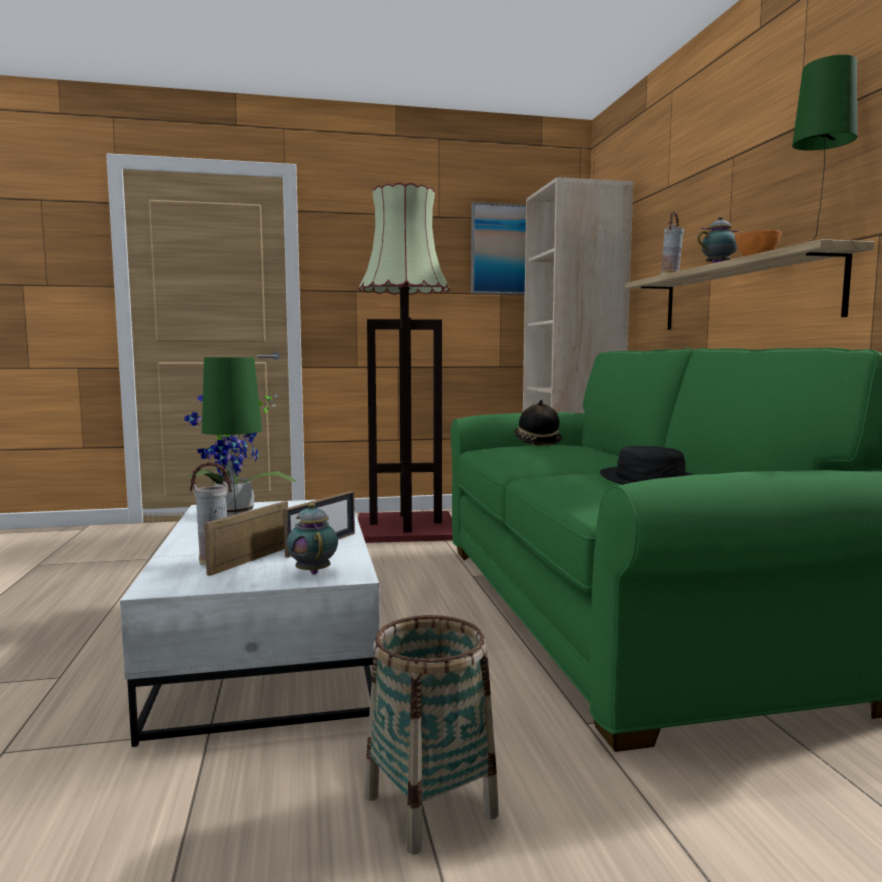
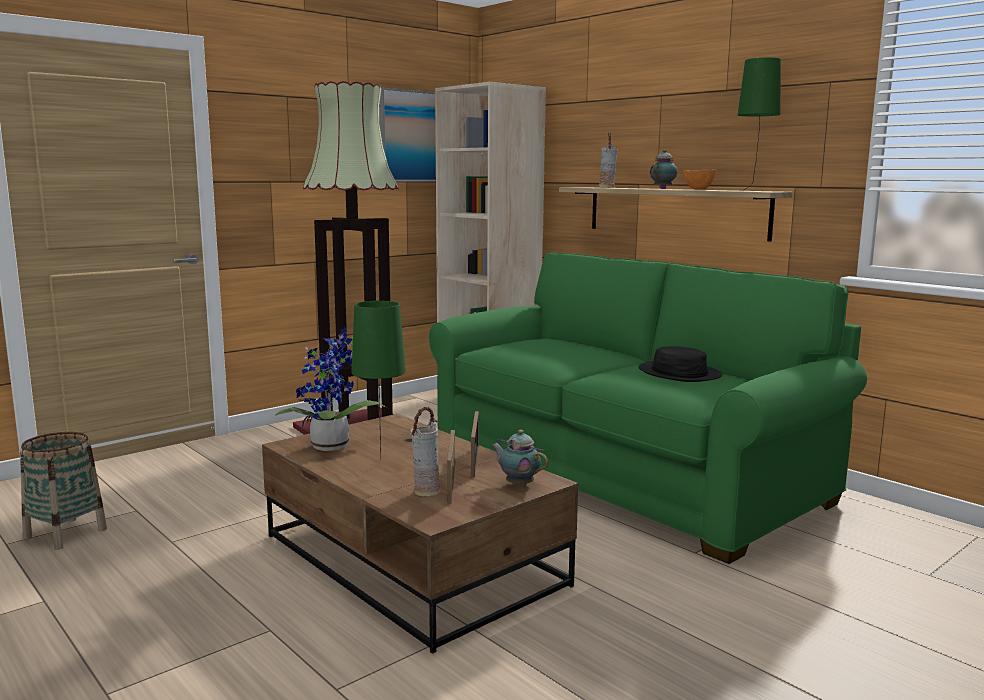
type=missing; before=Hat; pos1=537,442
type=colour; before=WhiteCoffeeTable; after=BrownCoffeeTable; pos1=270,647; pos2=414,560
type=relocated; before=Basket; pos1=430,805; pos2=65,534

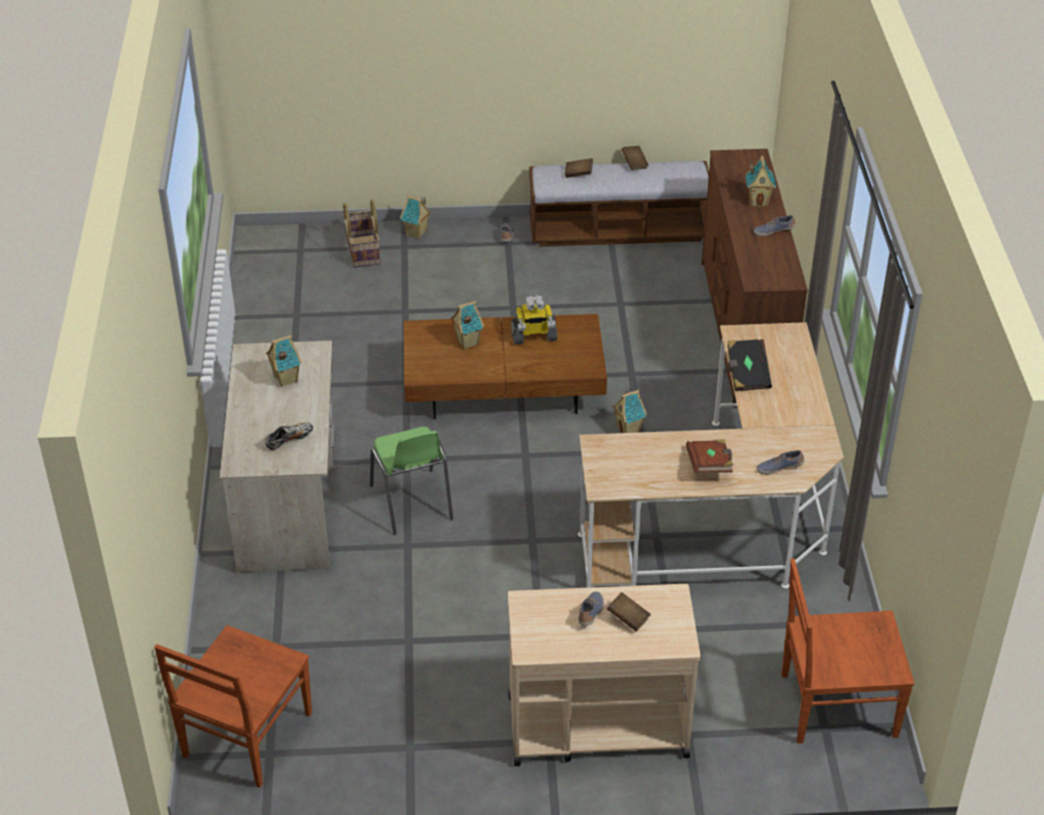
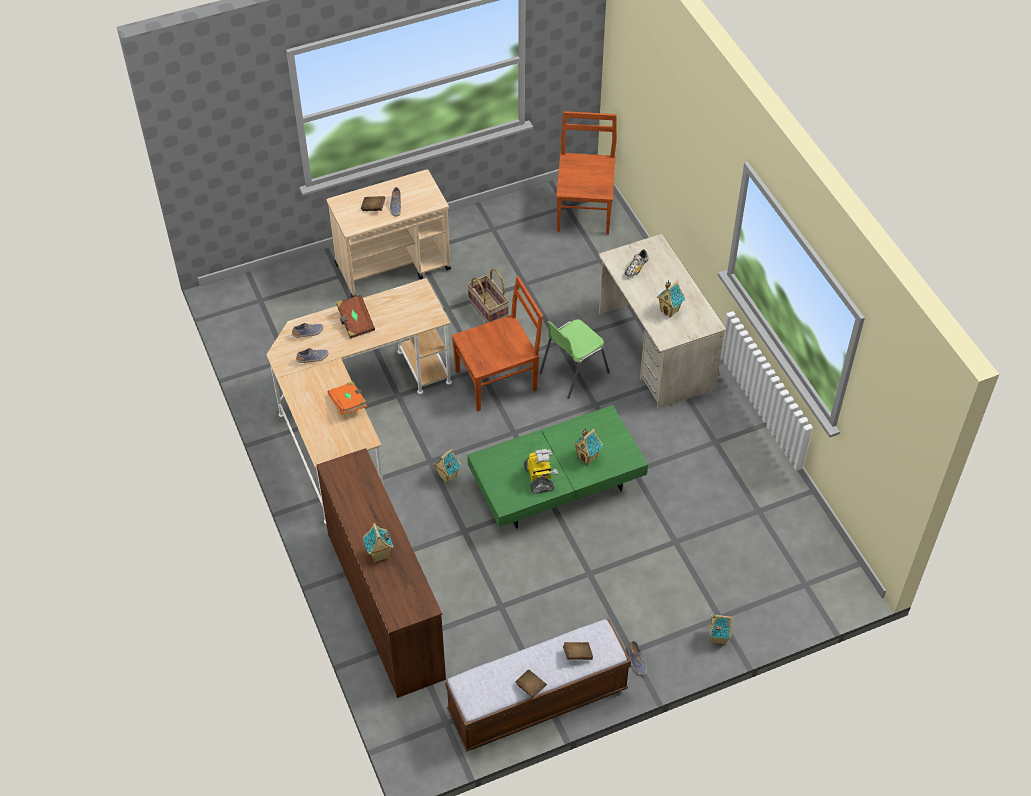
type=relocated; before=Basket; pos1=362,251; pos2=489,308
type=relocated; before=Shoe; pos1=774,231; pos2=312,359
type=spun; before=ToyRobot; pos1=533,336; pos2=539,478; turn=105
type=colour; before=BrownCoffeeTable; after=GreenCoffeeTable; pos1=504,389; pos2=556,486
type=colour; before=BlackBook; after=OrangeBook; pos1=747,374; pos2=349,403
type=spun; before=GreenChair; pos1=412,503; pos2=573,372; turn=-90
type=relocated; before=BrownChair; pos1=835,705; pos2=498,380

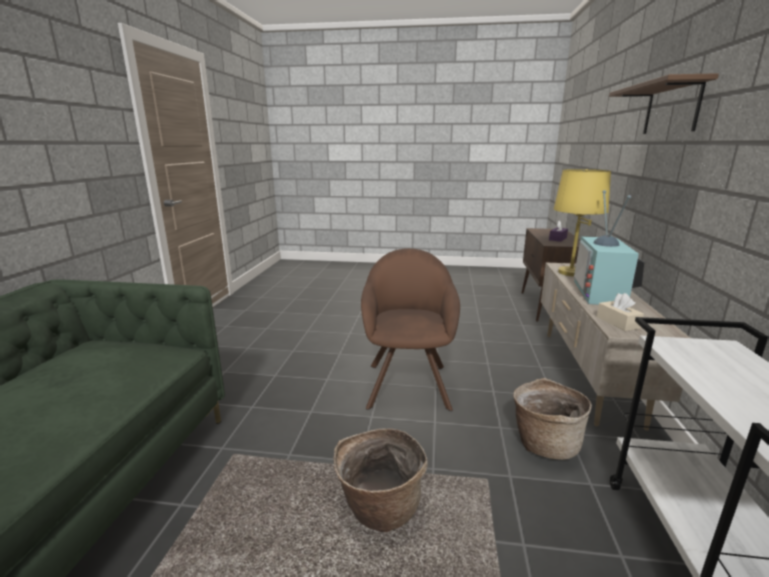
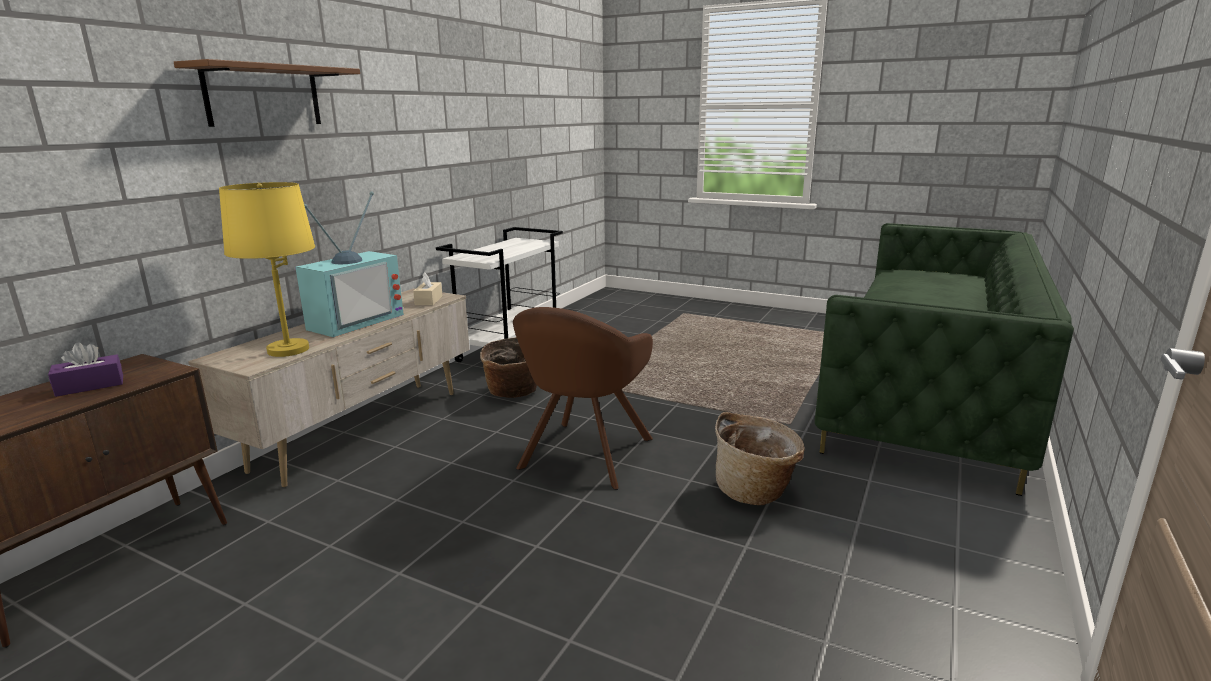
type=relocated; before=Basket; pos1=379,508; pos2=755,491

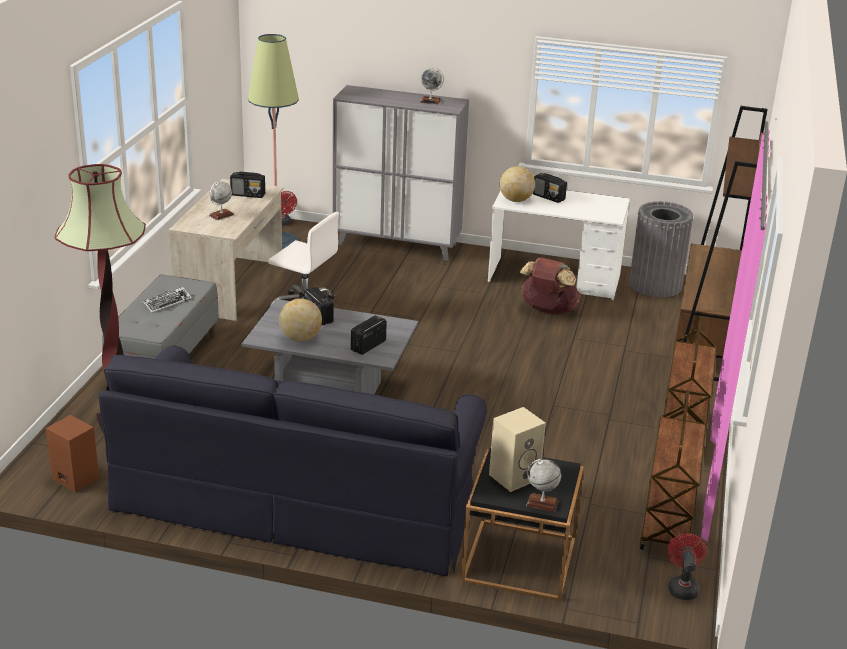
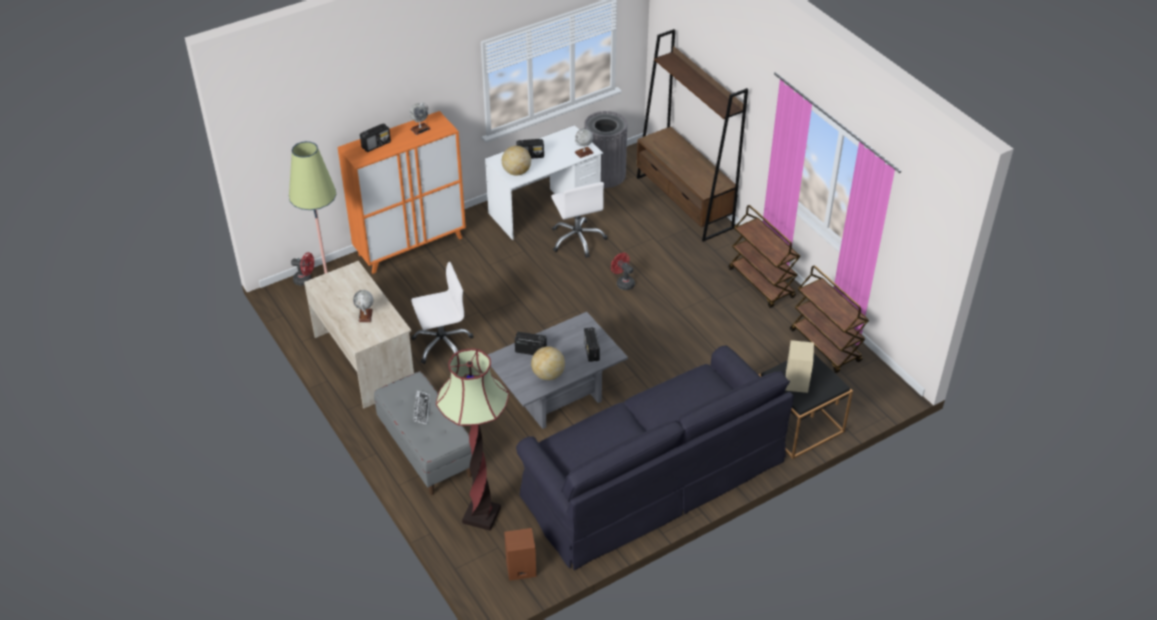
type=colour; before=GreyCabinet; after=OrangeCabinet; pos1=397,244; pos2=410,246
type=relocated; before=Radio; pos1=248,195; pos2=376,145
type=exchanged; before=BrownBackpack; after=WhiteOfficeChair; pos1=548,310; pos2=577,239
type=relocated; before=Globe; pos1=542,503; pos2=584,152
type=relocated; before=RedFan; pos1=682,586; pos2=623,283

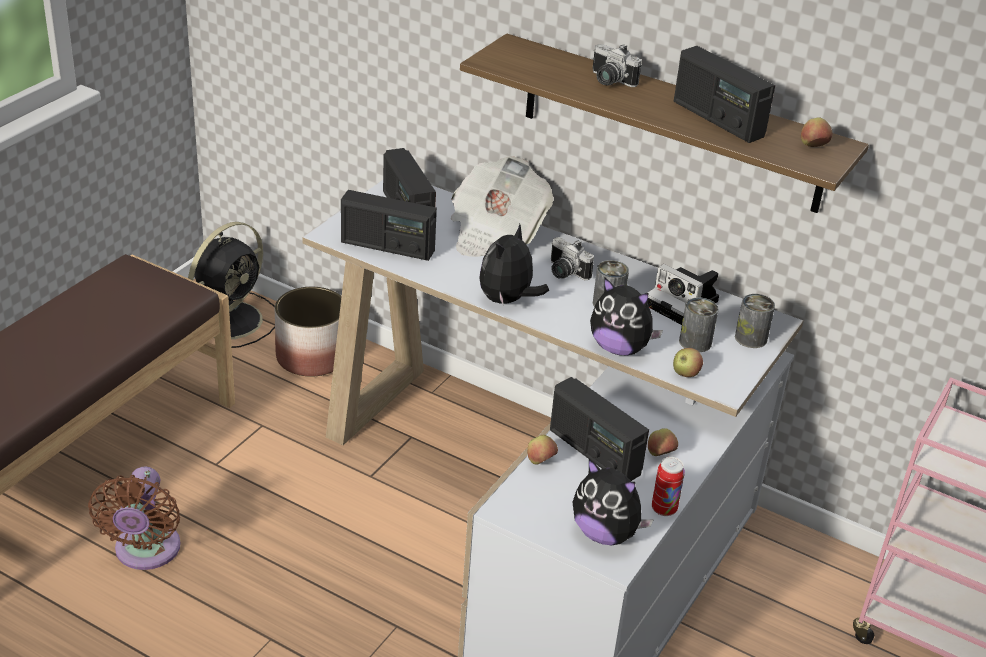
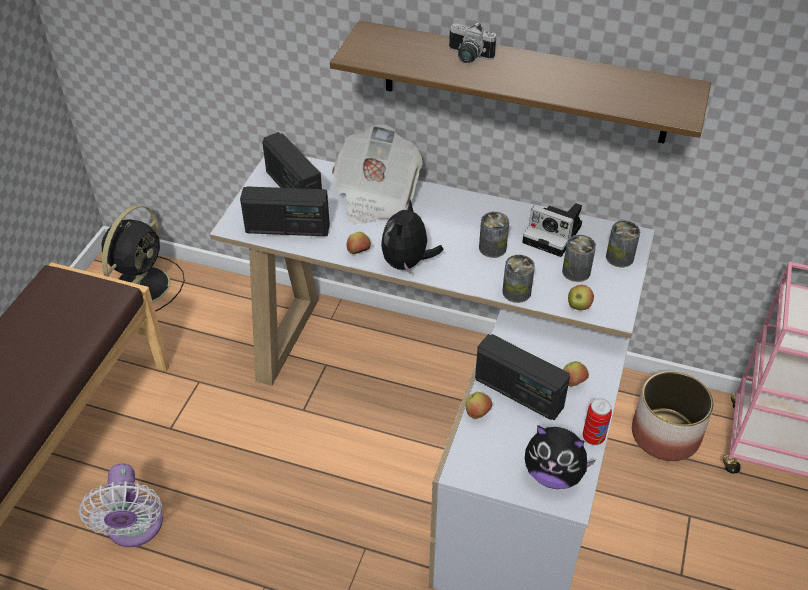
type=missing; before=Radio; pos1=717,119
type=relocated; before=Apple; pos1=813,147; pos2=358,252
type=missing; before=PhotoCamera; pos1=564,273
type=exchanged; before=PlushToy; after=Can; pos1=619,348; pos2=516,292
type=relocated; before=Planter; pos1=312,357; pos2=665,434
type=colour; before=BrownFan; after=WhiteFan; pos1=145,552; pos2=134,528

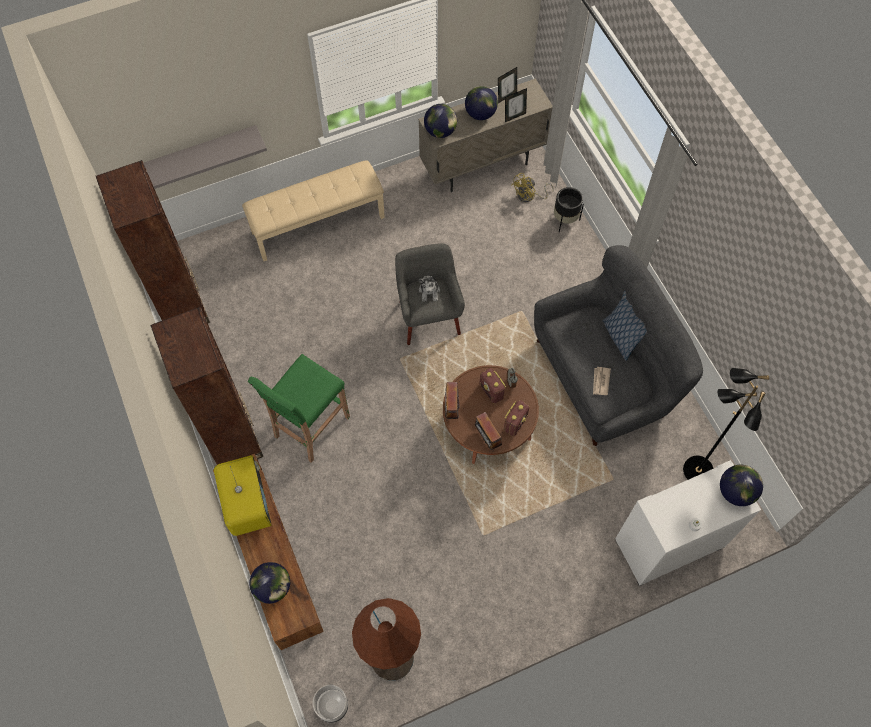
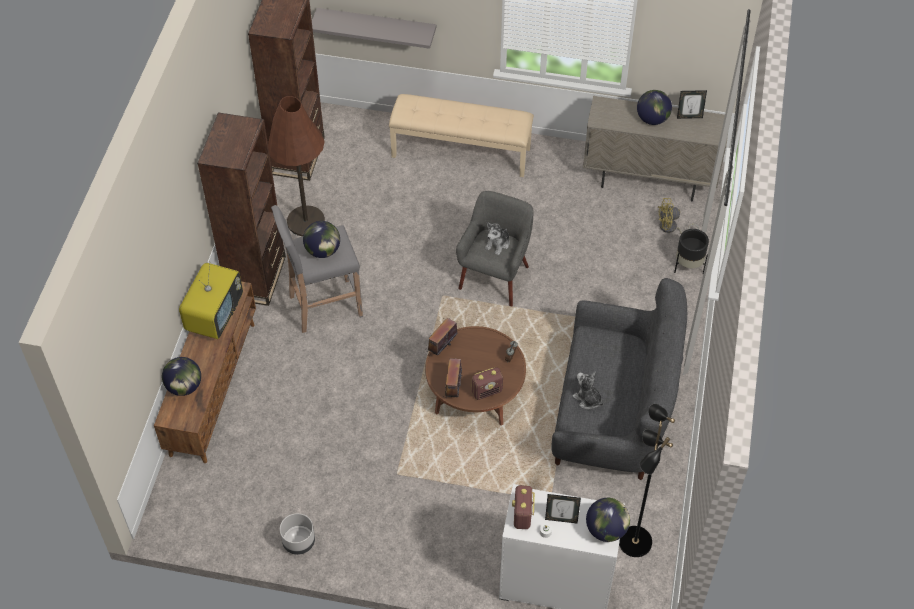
type=relocated; before=PictureFrame; pos1=514,116; pos2=561,519
type=relocated; before=Globe; pos1=440,131; pos2=323,251
type=missing; before=Pillow; pos1=620,337
type=colour; before=GreenStool; after=GreyStool; pos1=310,428; pos2=324,306
type=exchanged; before=Newspaper; after=PlushToy; pos1=600,382; pos2=587,399
type=relocated; before=Radio; pos1=491,391; pos2=522,515
type=relocated; before=BrownFloorLamp; pos1=392,658; pos2=306,221
type=relocated; before=GreyPlanter; pos1=332,706; pos2=298,542

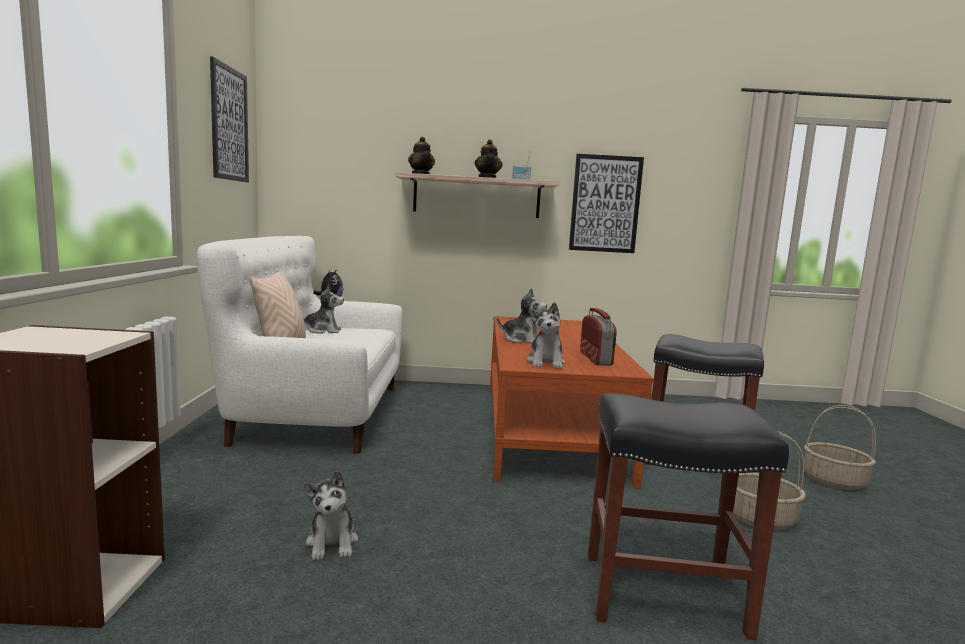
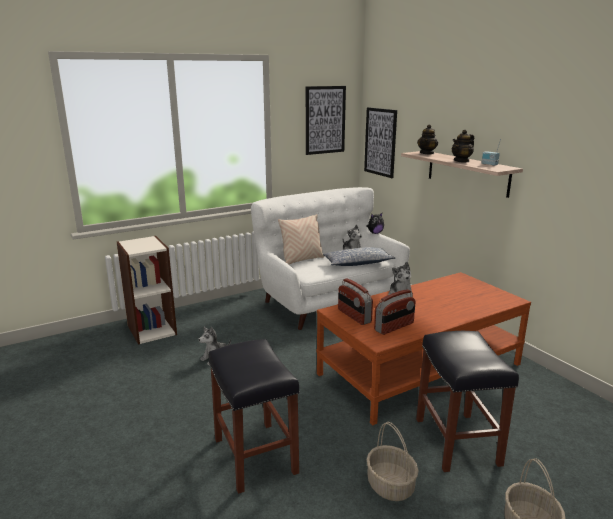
type=relocated; before=Picture; pos1=605,204; pos2=380,142
type=exchanged; before=PlushToy; after=Radio; pos1=545,362; pos2=354,316
type=appeared; after=Pillow; pos2=357,263

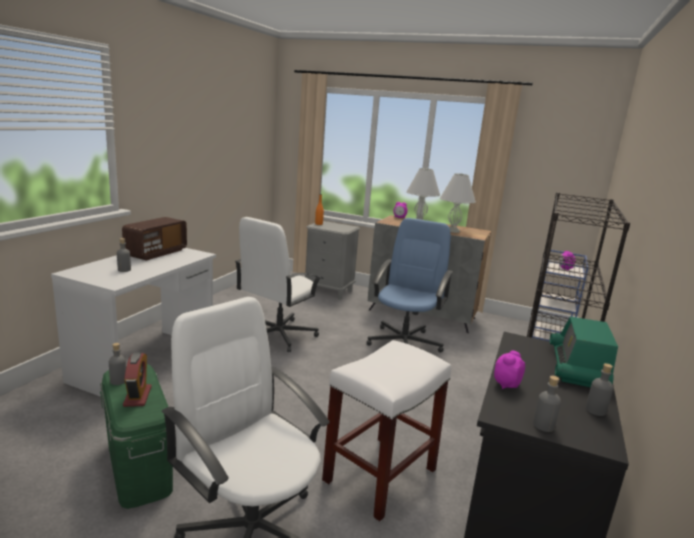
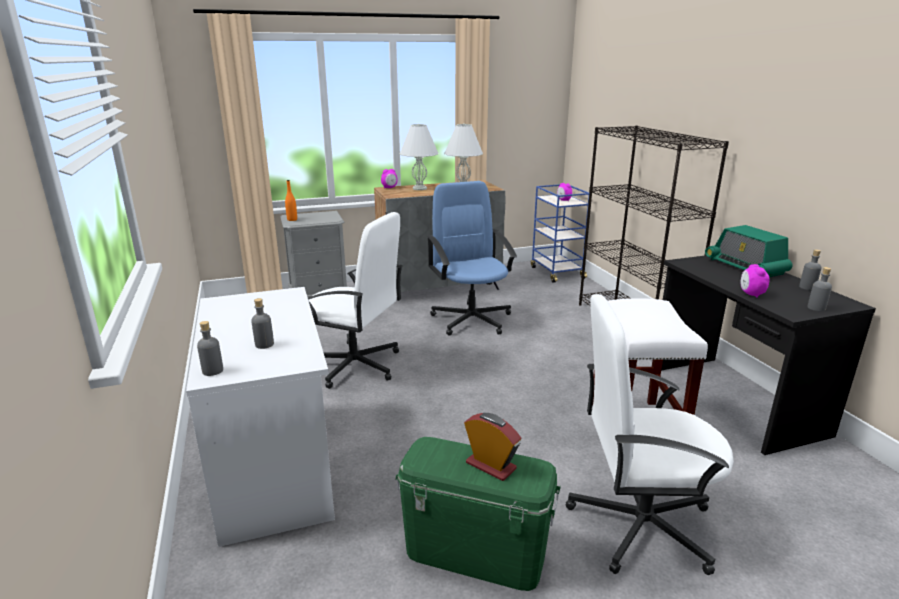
type=missing; before=Radio; pos1=156,253
type=spun; before=WhiteOfficeChair; pos1=277,335; pos2=355,365; turn=-60
type=relocated; before=GreyBottle; pos1=118,381; pos2=212,371

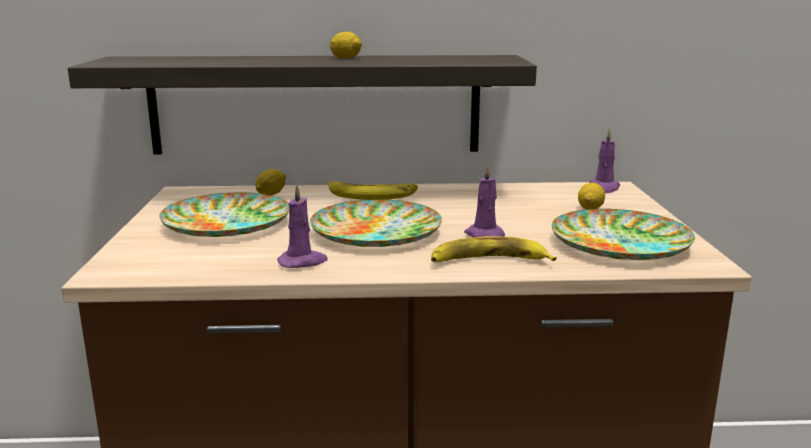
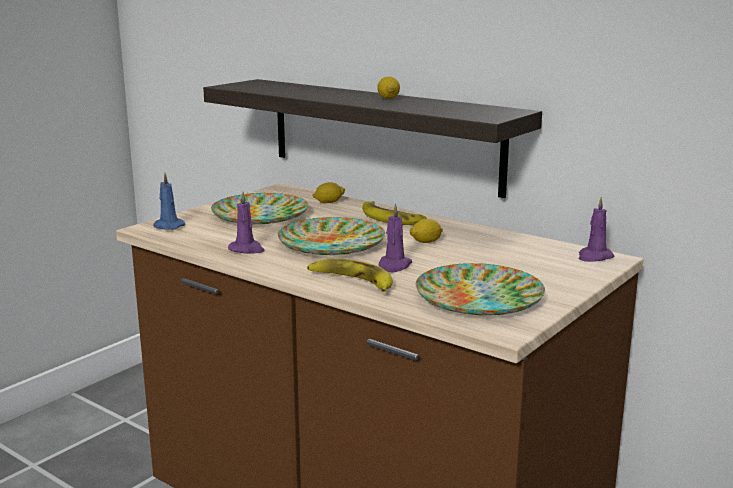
type=relocated; before=Lemon; pos1=590,208; pos2=426,242
type=appeared; after=BlueCandle; pos2=167,226

